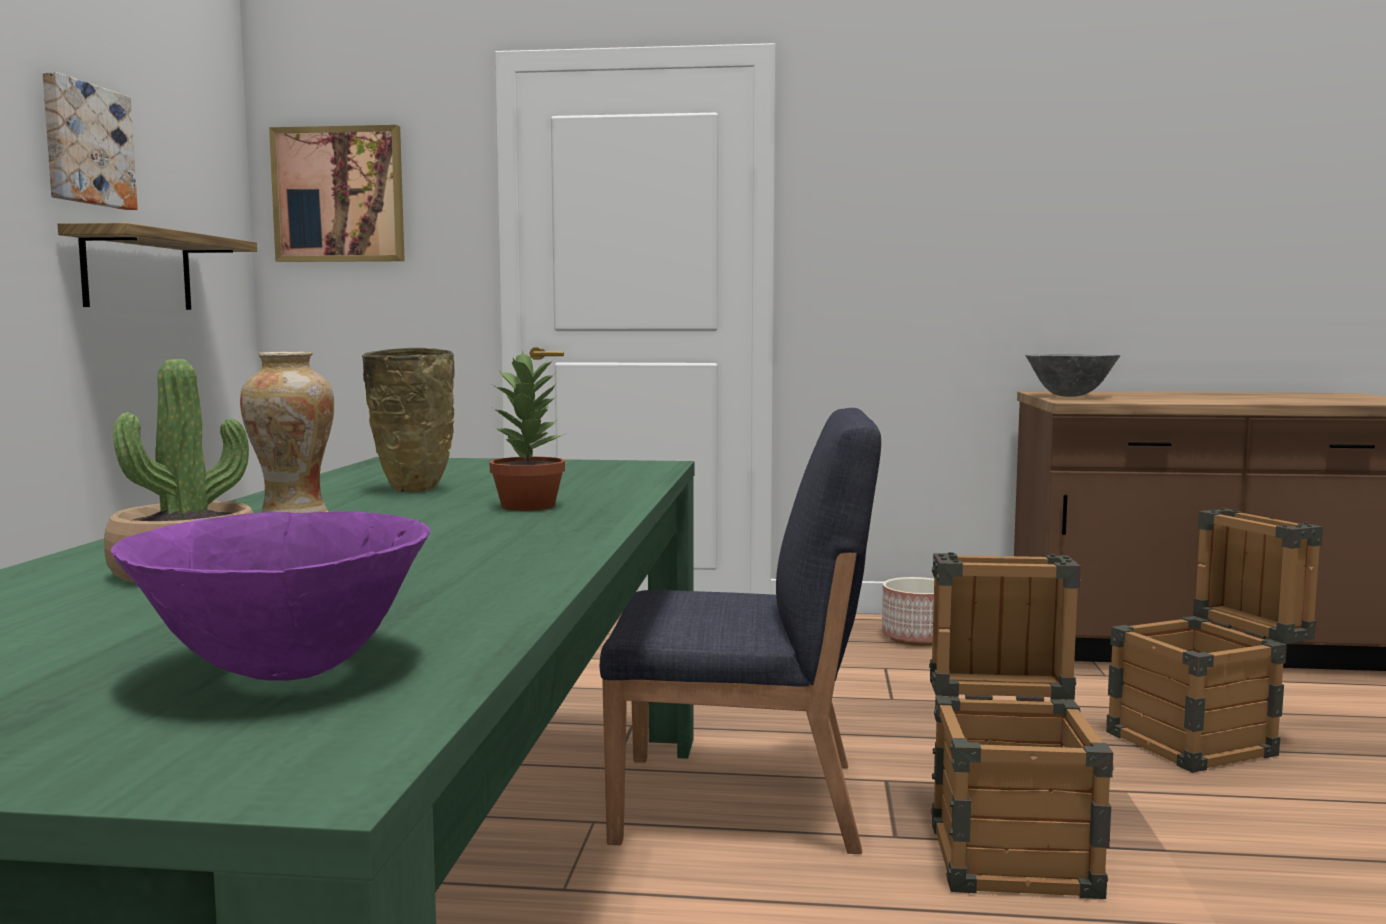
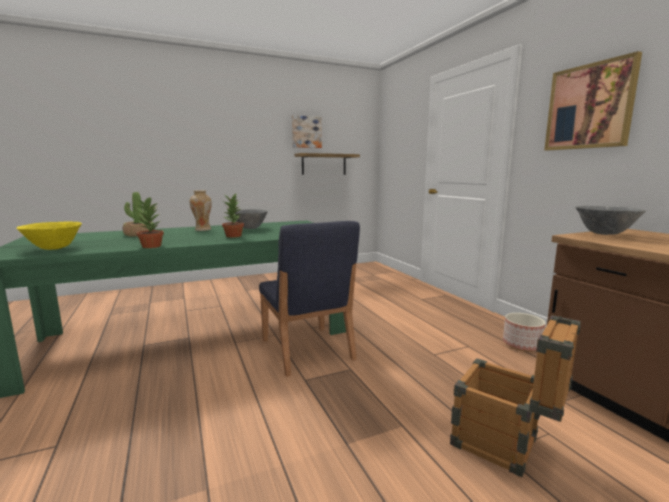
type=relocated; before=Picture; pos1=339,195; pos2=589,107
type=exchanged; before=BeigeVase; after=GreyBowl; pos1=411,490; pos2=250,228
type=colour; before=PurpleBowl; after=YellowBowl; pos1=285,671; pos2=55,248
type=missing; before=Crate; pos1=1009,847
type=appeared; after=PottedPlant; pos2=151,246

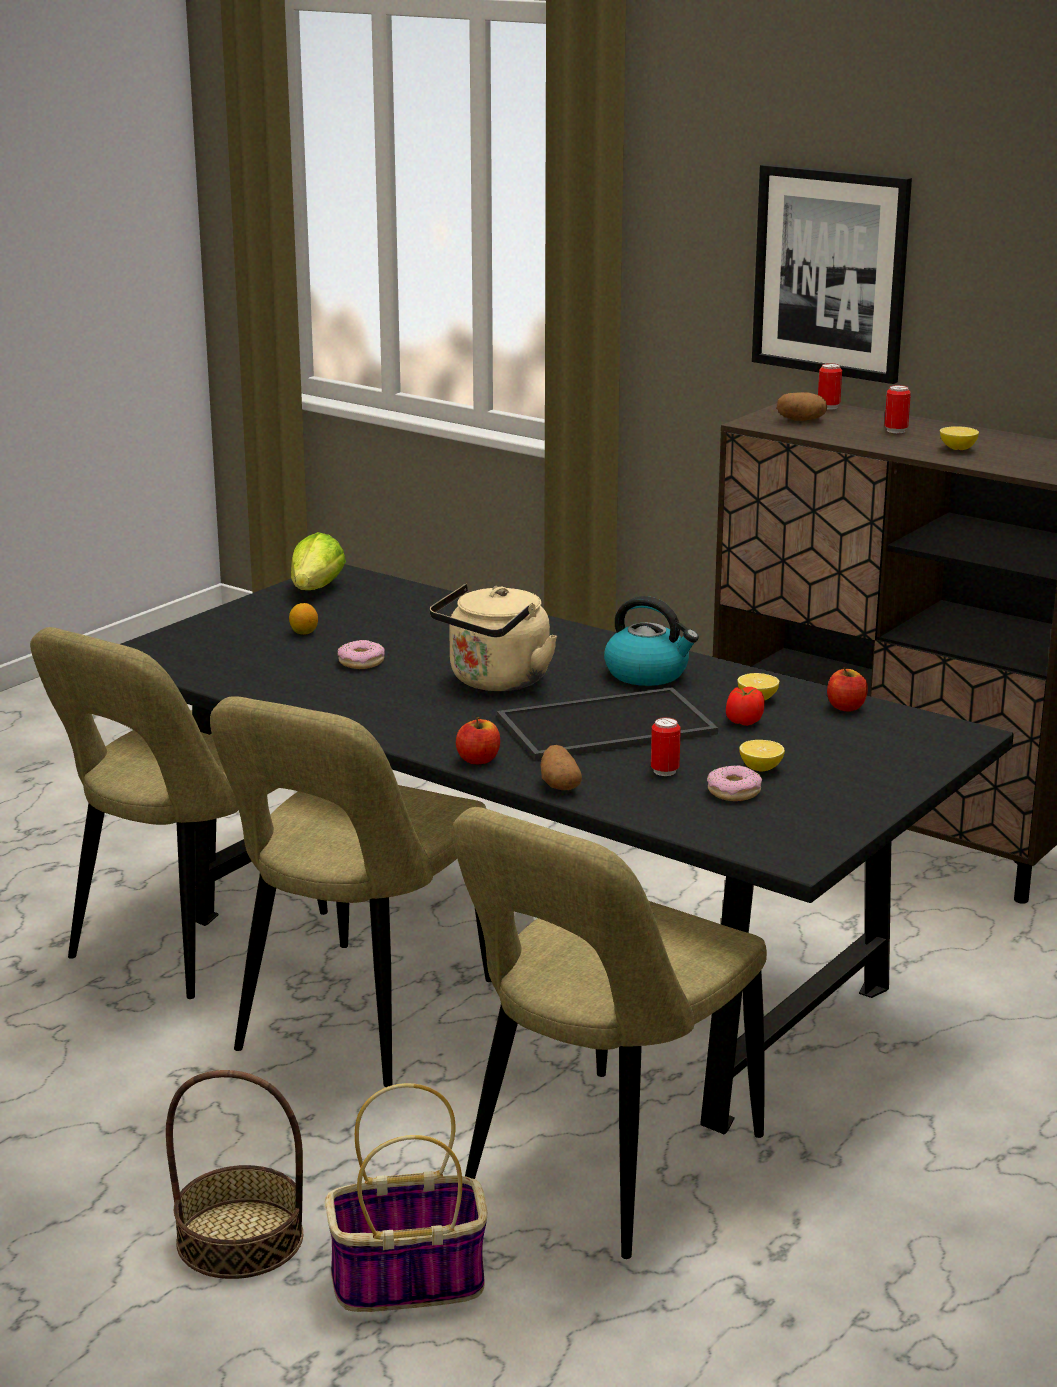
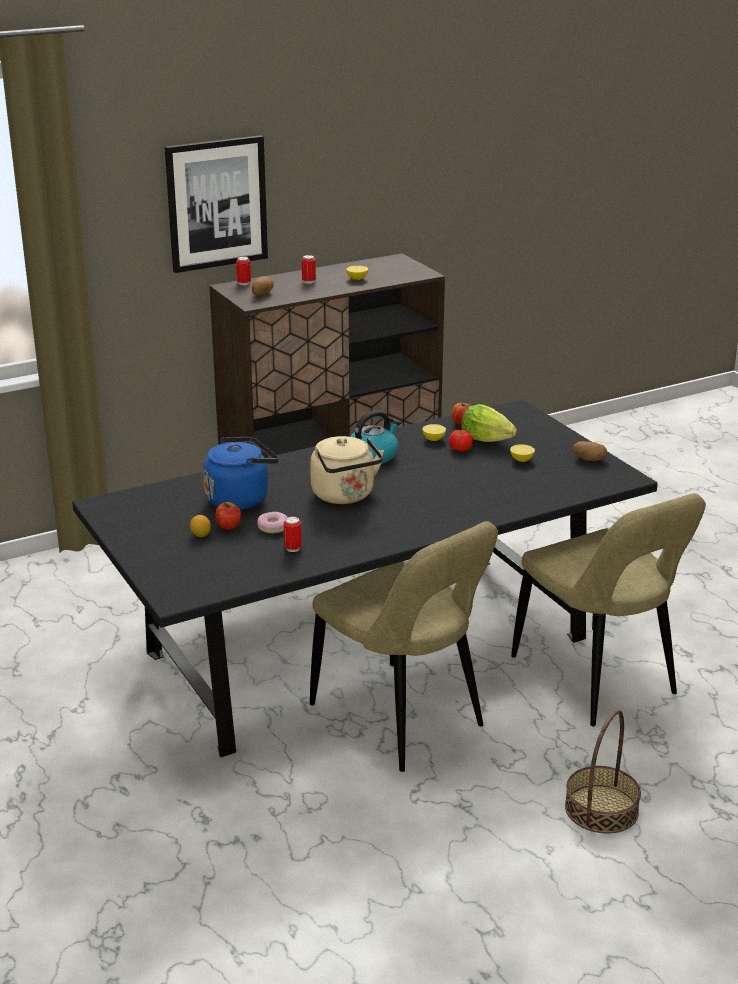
type=relocated; before=Lettuce; pos1=316,589; pos2=486,439
type=missing; before=BeigeChair; pos1=189,941
type=missing; before=Tray; pos1=605,727
type=relocated; before=Apple; pos1=478,760; pos2=228,526
type=relocated; before=Can; pos1=664,771; pos2=293,548
type=relocated; before=Potato; pos1=559,784; pos2=589,459
type=missing; before=Donut; pos1=734,792
type=missing; before=Basket; pos1=406,1282
type=appeared; after=BlueKettle; pos2=240,499

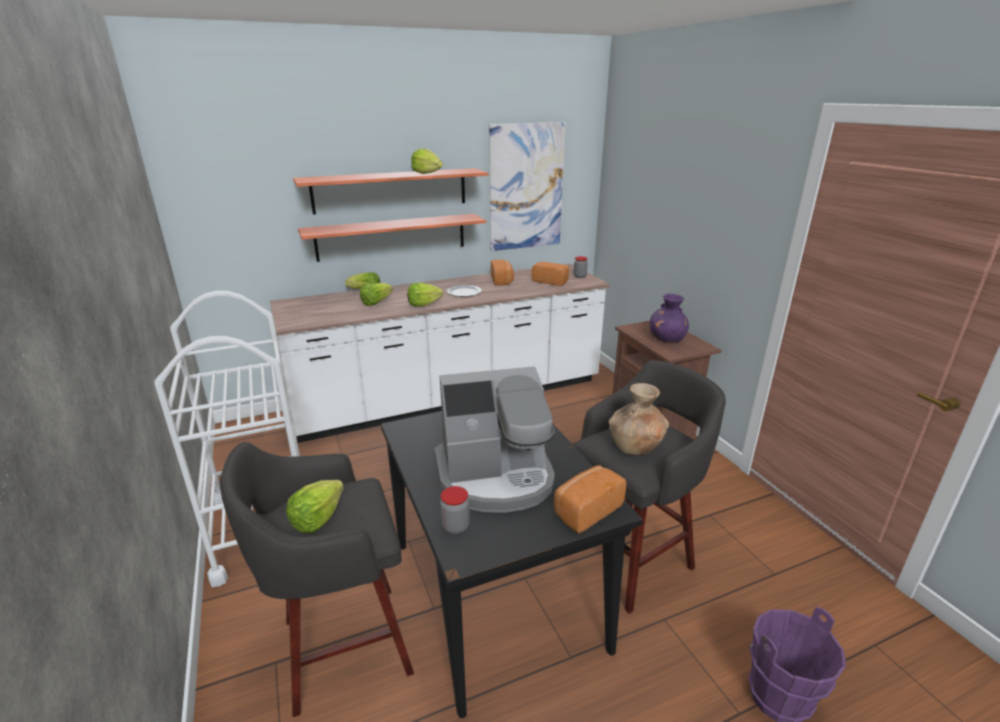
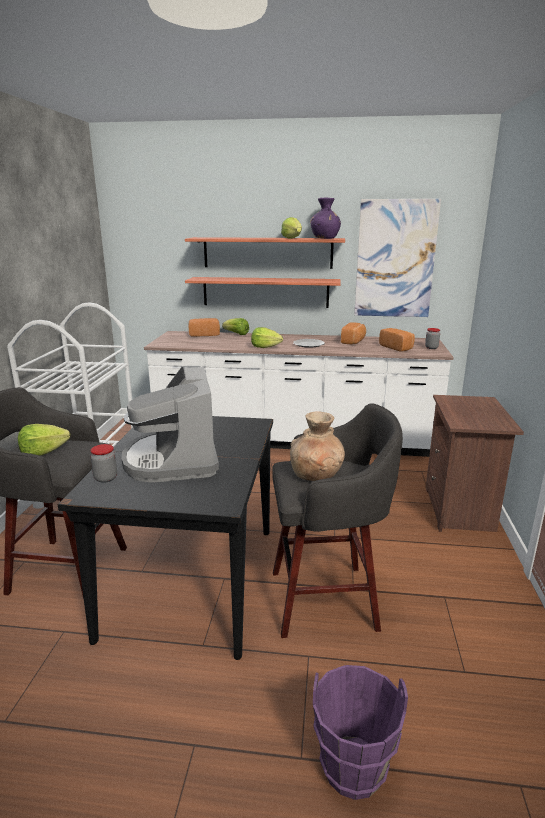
type=missing; before=Lettuce; pos1=376,302
type=relocated; before=PurpleVase; pos1=667,339; pos2=325,238
type=spun; before=CoffeeMachine; pos1=496,477; pos2=173,460; turn=60
type=relocated; before=Bread; pos1=585,510; pos2=204,334

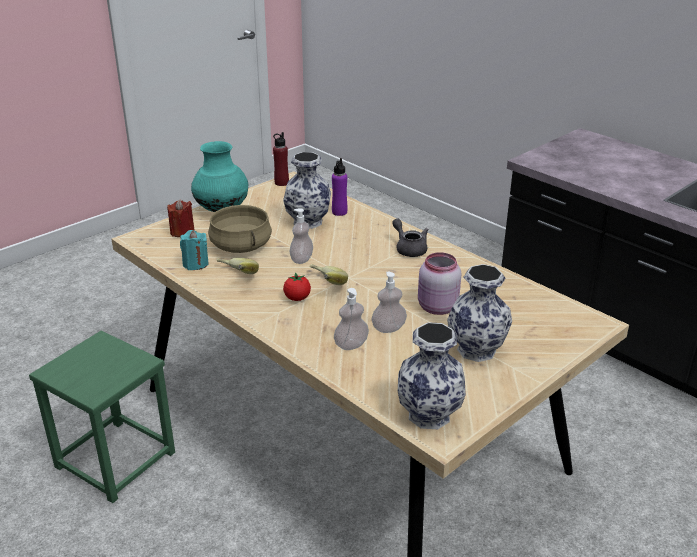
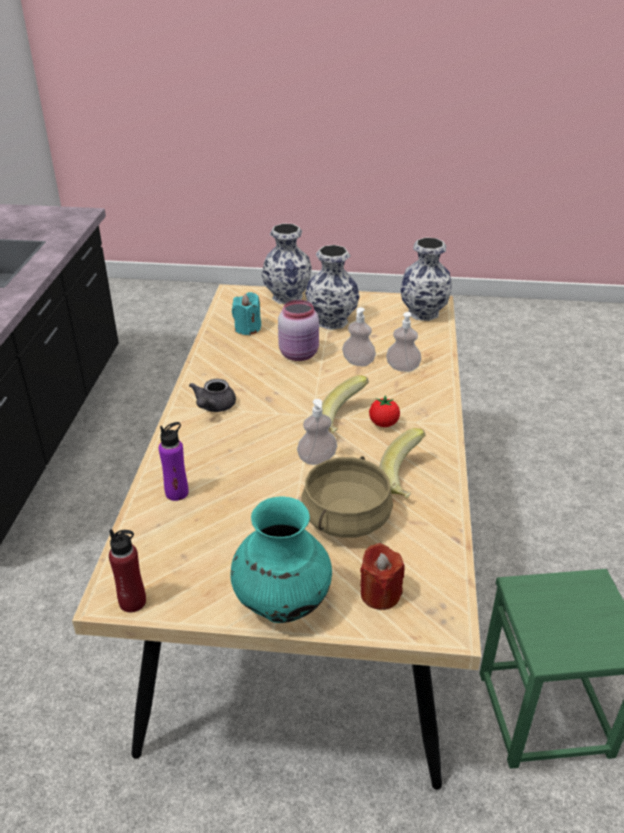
type=relocated; before=Vase; pos1=307,221; pos2=286,297
type=relocated; before=TurquoiseCandle; pos1=195,264; pos2=247,328

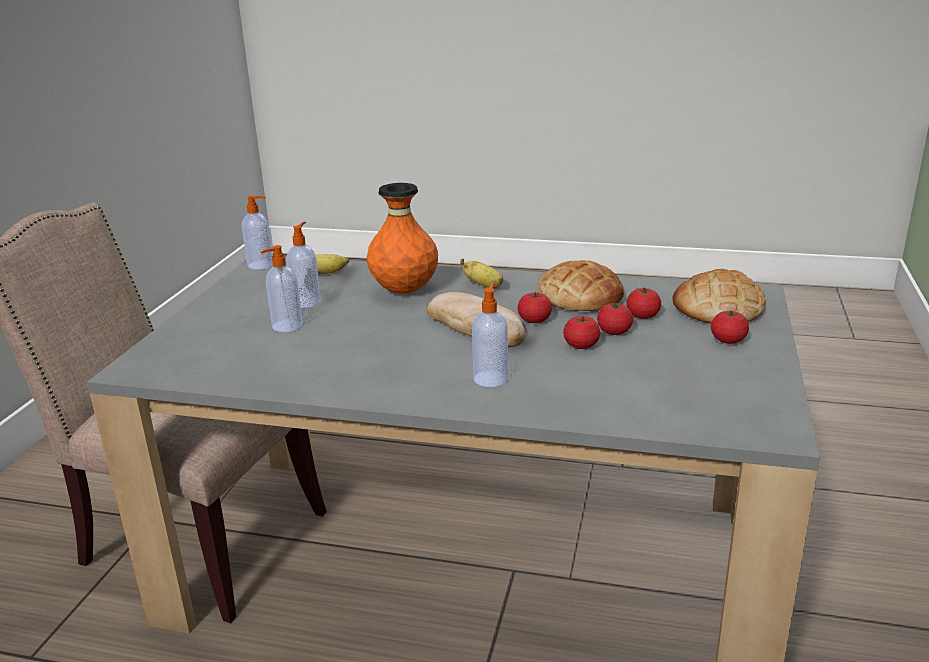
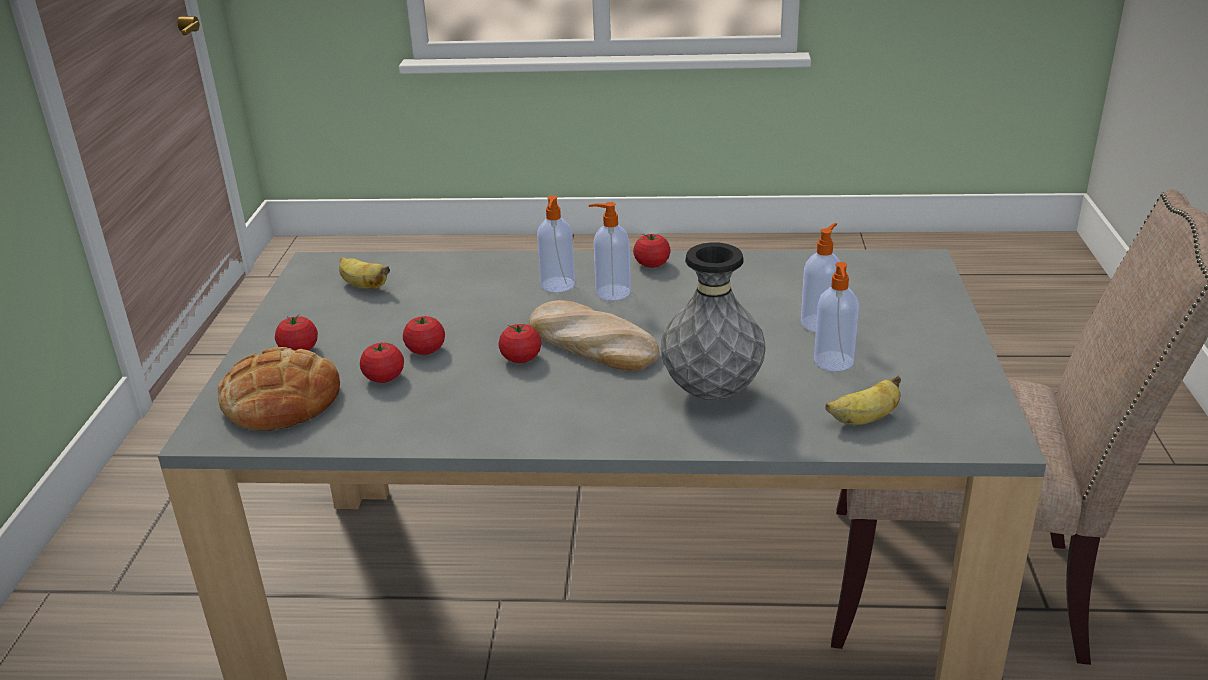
type=colour; before=OrangeVase; after=GreyVase; pos1=404,291; pos2=712,393
type=relocated; before=SoapDispenser; pos1=261,265; pos2=611,292
type=relocated; before=Banana; pos1=484,286; pos2=363,286
type=missing; before=Bread; pos1=580,297
type=relocated; before=Tomato; pos1=581,346; pos2=652,264

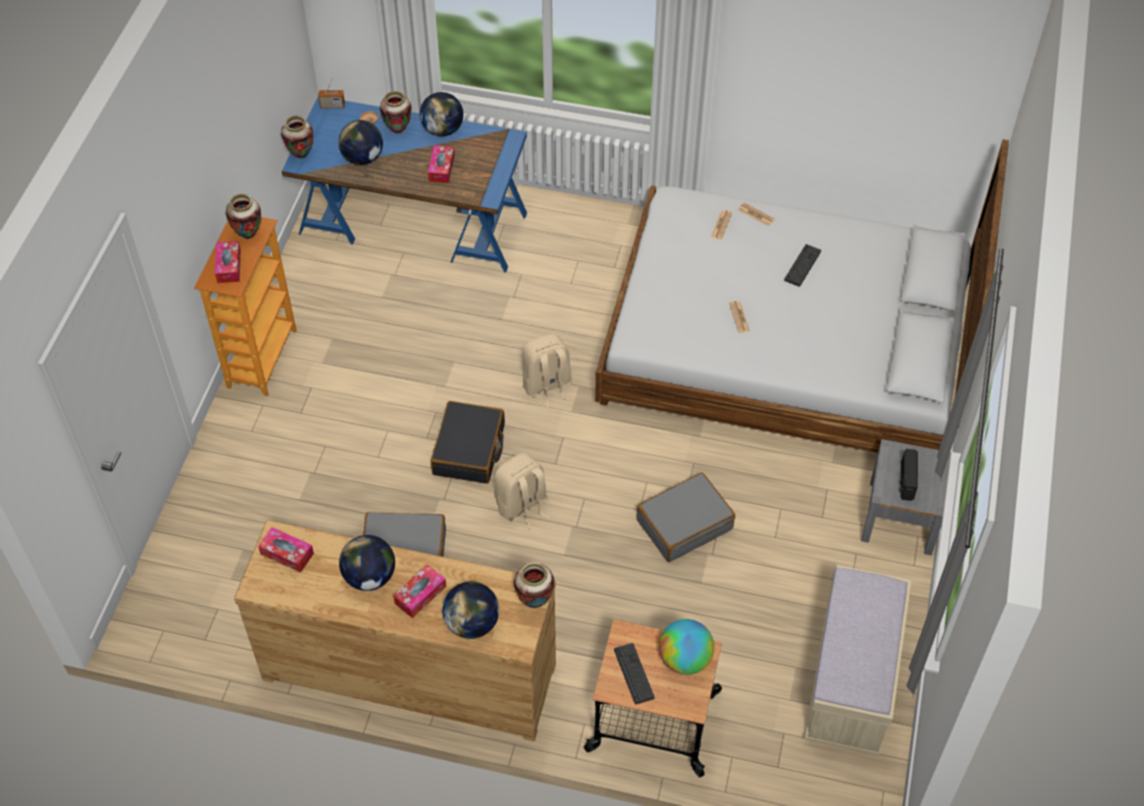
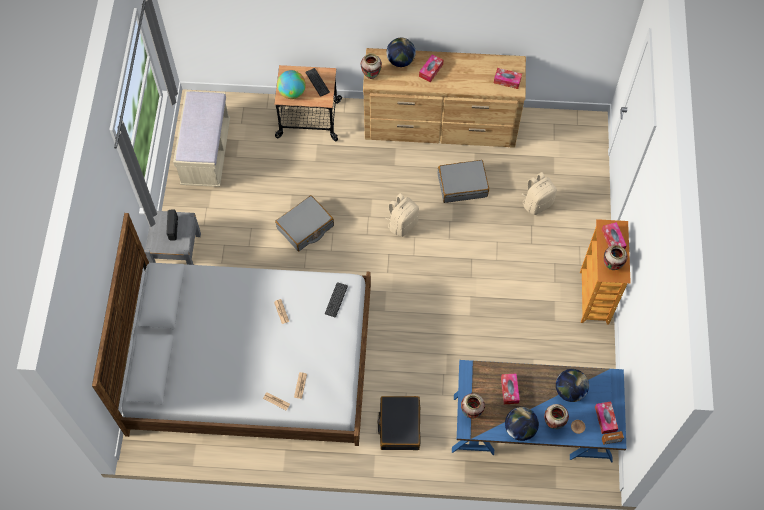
type=relocated; before=Vase; pos1=301,155; pos2=471,412
type=relocated; before=Keyboard; pos1=802,265; pos2=336,300
type=relocated; before=BeigeBackpack; pos1=547,385; pos2=537,203
type=relocated; before=BlackSuitcase; pos1=469,450; pos2=399,426
type=missing; before=Globe; pos1=370,577
type=appeared; after=TissueBox; pos2=605,419

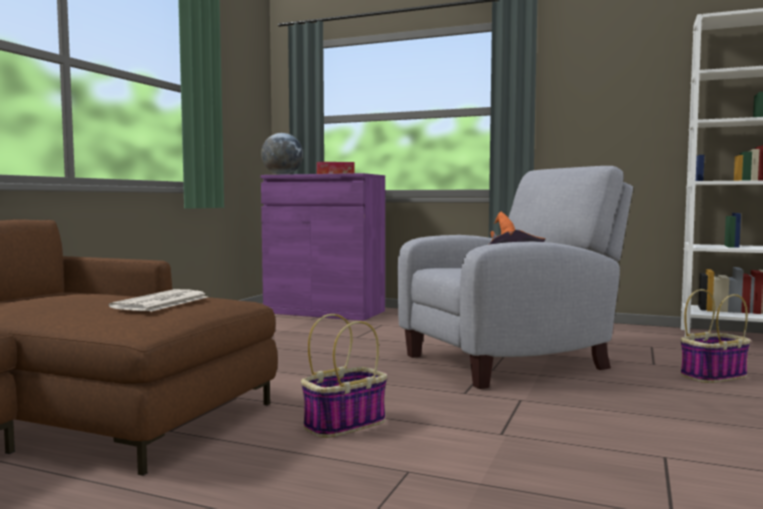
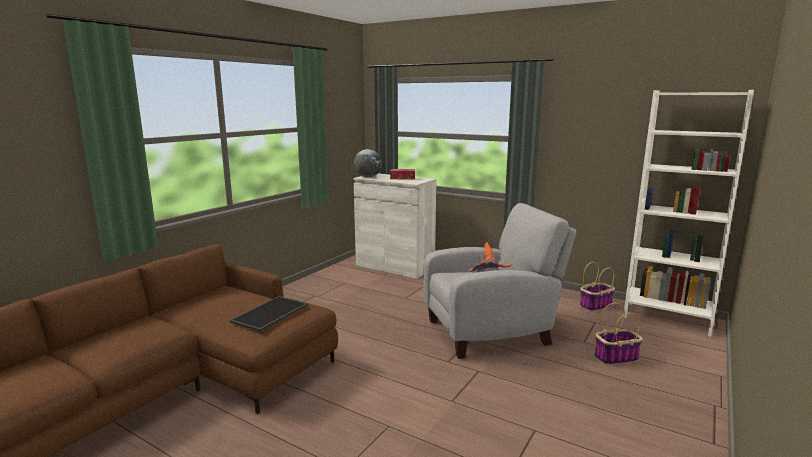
type=colour; before=PurpleCabinet; after=WhiteCabinet; pos1=324,312; pos2=395,266
type=exchanged; before=Newspaper; after=Tray; pos1=161,302; pos2=270,314
type=relocated; before=Basket; pos1=345,424; pos2=595,306

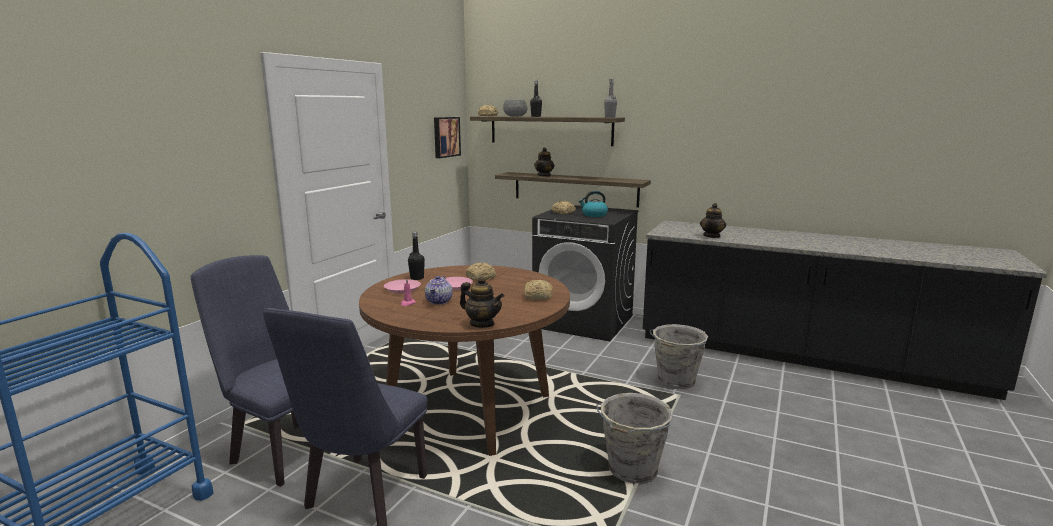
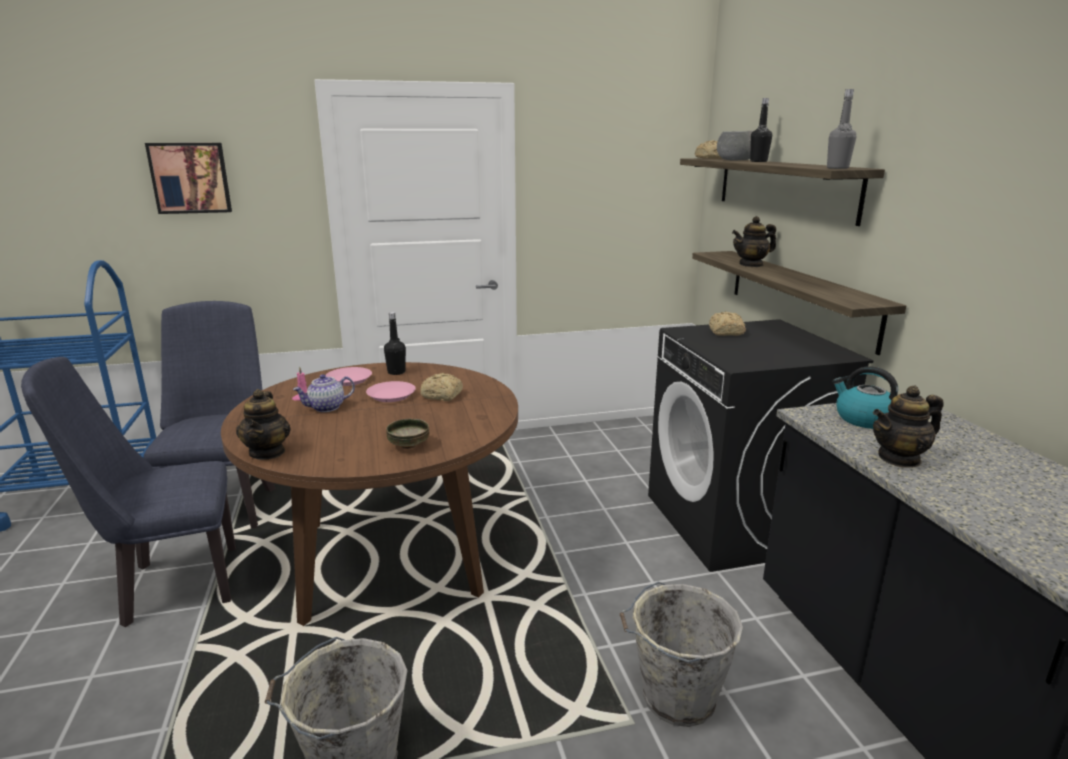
type=relocated; before=Picture; pos1=445,137; pos2=190,178
type=relocated; before=Kettle; pos1=594,215; pos2=863,419
type=exchanged; before=Bread; after=Bowl; pos1=537,296; pos2=409,445

